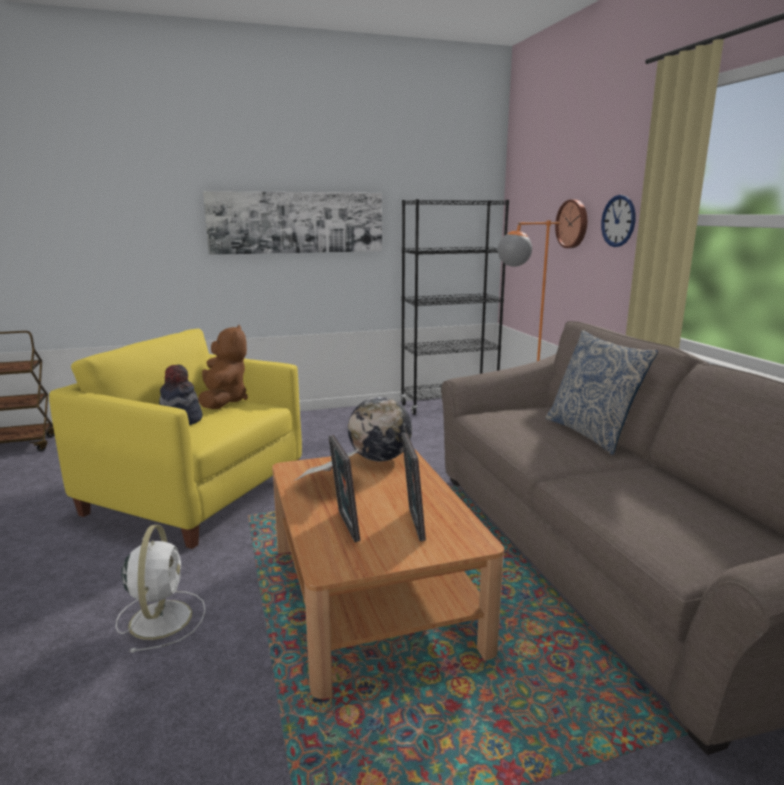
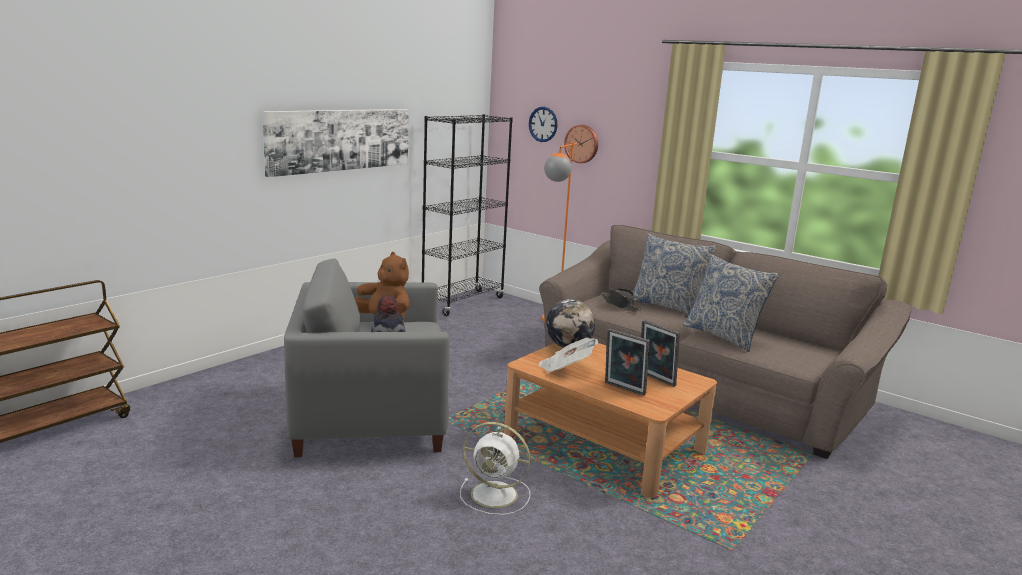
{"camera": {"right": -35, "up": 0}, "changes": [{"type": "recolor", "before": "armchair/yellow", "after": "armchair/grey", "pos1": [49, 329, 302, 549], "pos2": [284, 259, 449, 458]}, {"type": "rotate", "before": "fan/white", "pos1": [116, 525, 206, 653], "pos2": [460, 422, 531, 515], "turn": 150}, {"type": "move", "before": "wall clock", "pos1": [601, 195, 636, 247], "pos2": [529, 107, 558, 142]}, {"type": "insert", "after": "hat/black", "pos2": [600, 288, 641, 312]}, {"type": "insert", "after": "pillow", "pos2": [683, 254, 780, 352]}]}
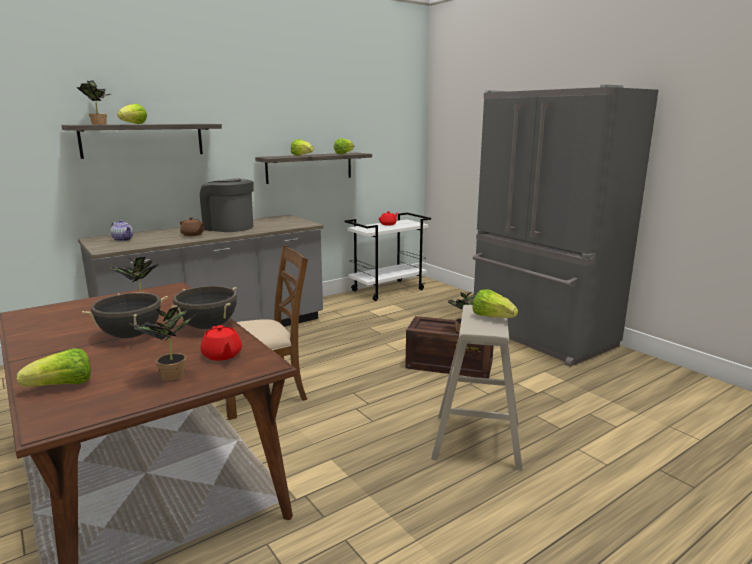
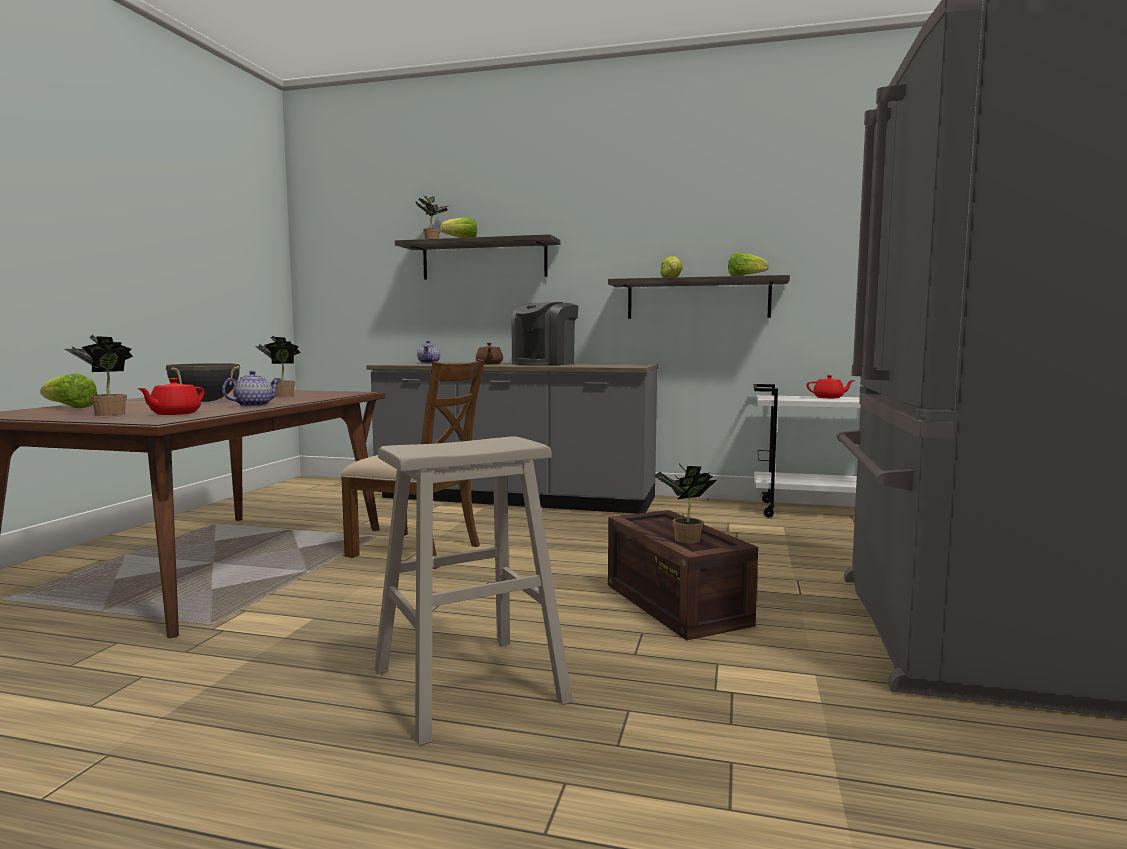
{"camera": {"right": 50, "up": -10}, "changes": [{"type": "replace", "before": "cooking pot/black", "after": "teapot", "pos1": [171, 286, 237, 329], "pos2": [222, 371, 281, 407]}, {"type": "rotate", "before": "coffee machine", "pos1": [200, 178, 254, 232], "pos2": [511, 302, 578, 365], "turn": -135}, {"type": "delete", "before": "lettuce", "pos1": [472, 289, 518, 318]}]}
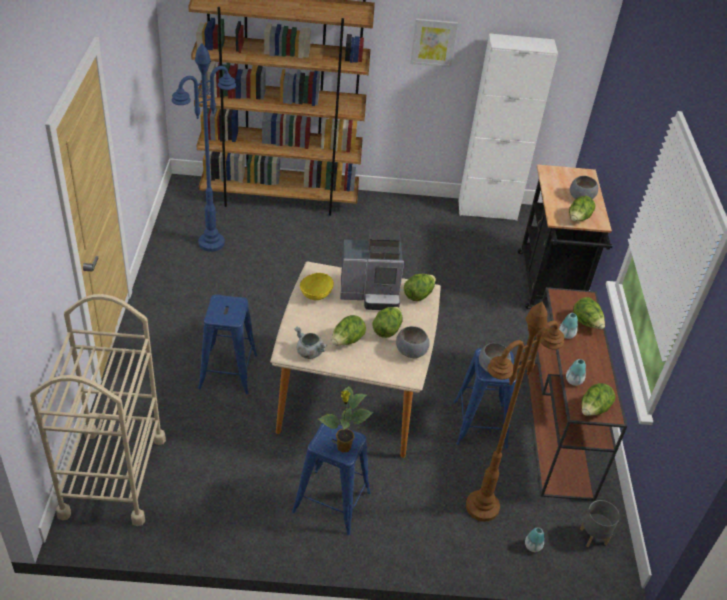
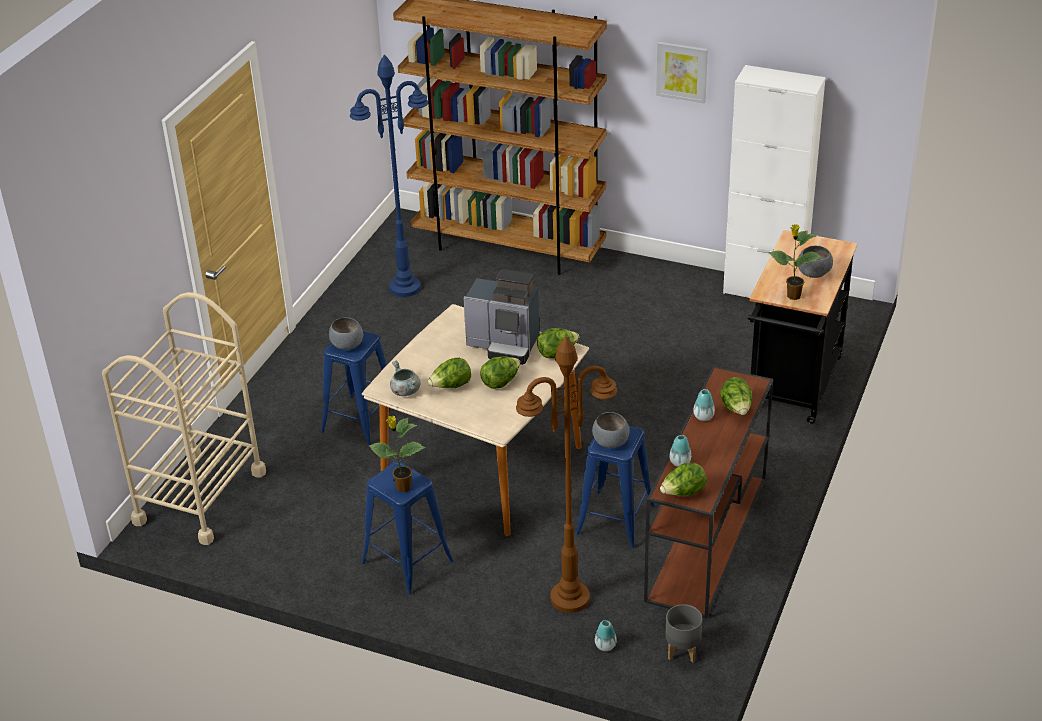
{"camera": {"right": 25, "up": -5}, "changes": [{"type": "move", "before": "bowl/grey", "pos1": [396, 326, 430, 358], "pos2": [329, 317, 363, 350]}, {"type": "replace", "before": "lettuce", "after": "potted plant", "pos1": [569, 196, 595, 221], "pos2": [768, 224, 822, 300]}, {"type": "delete", "before": "bowl/yellow", "pos1": [300, 273, 334, 300]}]}
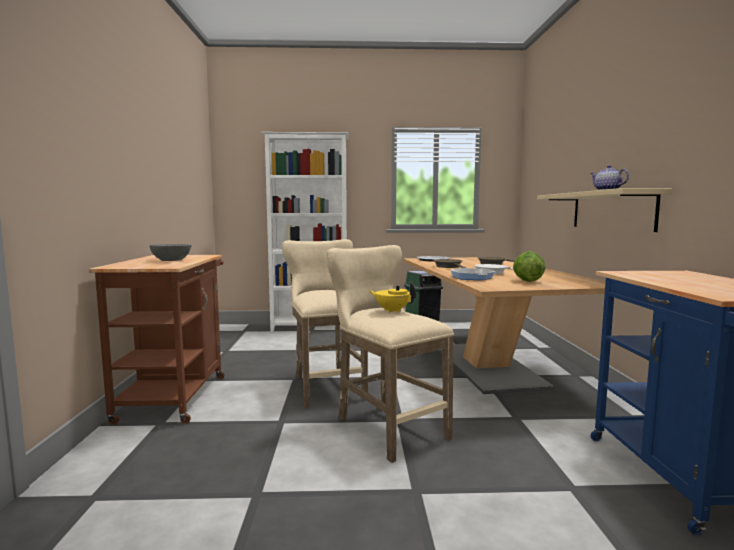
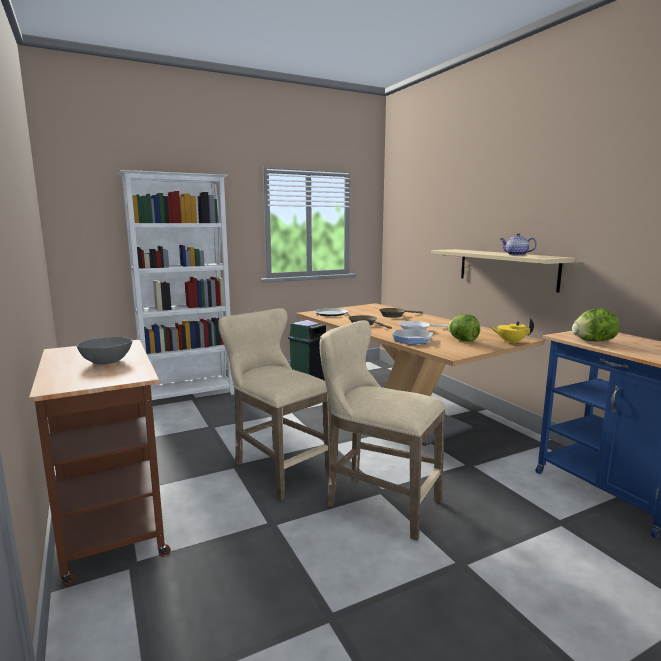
{"camera": {"right": -25, "up": 5}, "changes": [{"type": "move", "before": "teapot/yellow", "pos1": [369, 282, 416, 313], "pos2": [490, 318, 534, 344]}, {"type": "insert", "after": "lettuce", "pos2": [572, 308, 620, 341]}]}
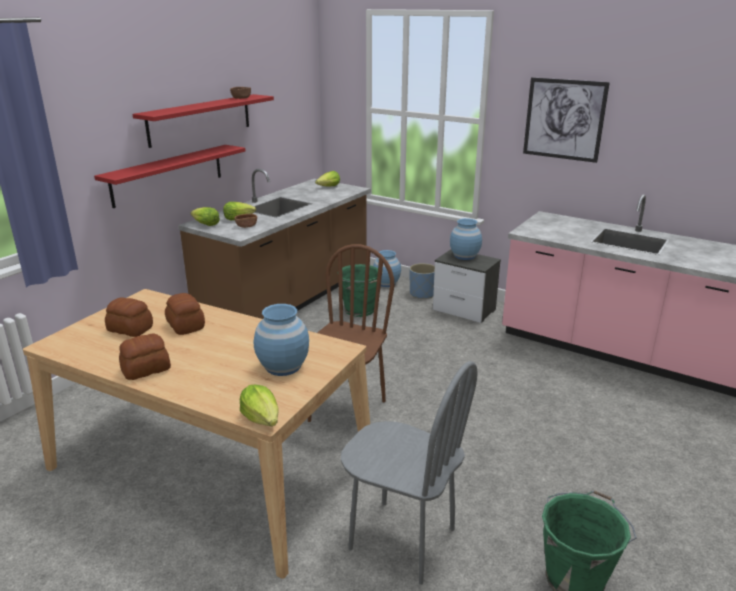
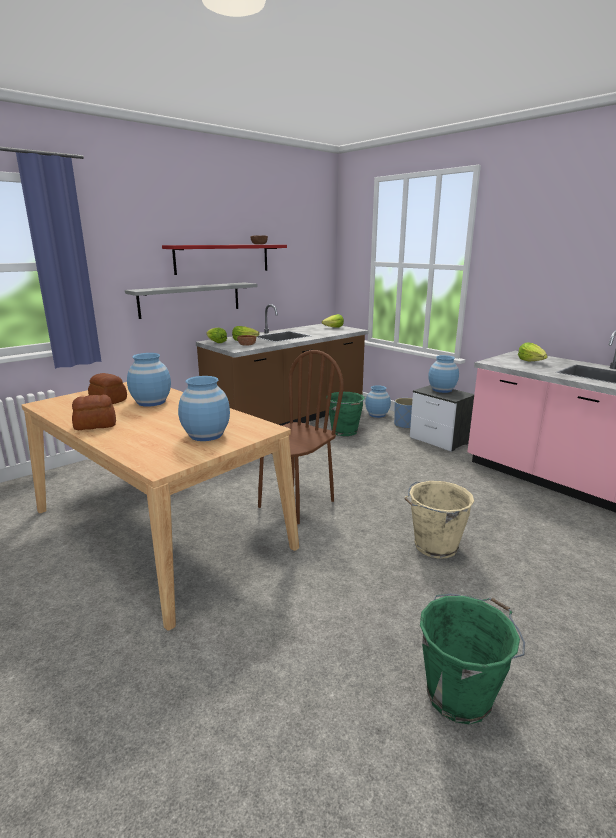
{"camera": {"right": 15, "up": -5}, "changes": [{"type": "recolor", "before": "shelf/red", "after": "shelf/grey", "pos1": [94, 145, 246, 208], "pos2": [125, 282, 258, 319]}, {"type": "replace", "before": "bread", "after": "vase/blue", "pos1": [165, 293, 205, 335], "pos2": [127, 353, 171, 407]}, {"type": "insert", "after": "bucket/beige", "pos2": [404, 481, 474, 559]}, {"type": "move", "before": "lettuce", "pos1": [240, 385, 279, 426], "pos2": [518, 342, 547, 361]}, {"type": "delete", "before": "chair/grey", "pos1": [341, 361, 478, 585]}, {"type": "delete", "before": "picture", "pos1": [523, 77, 610, 163]}]}
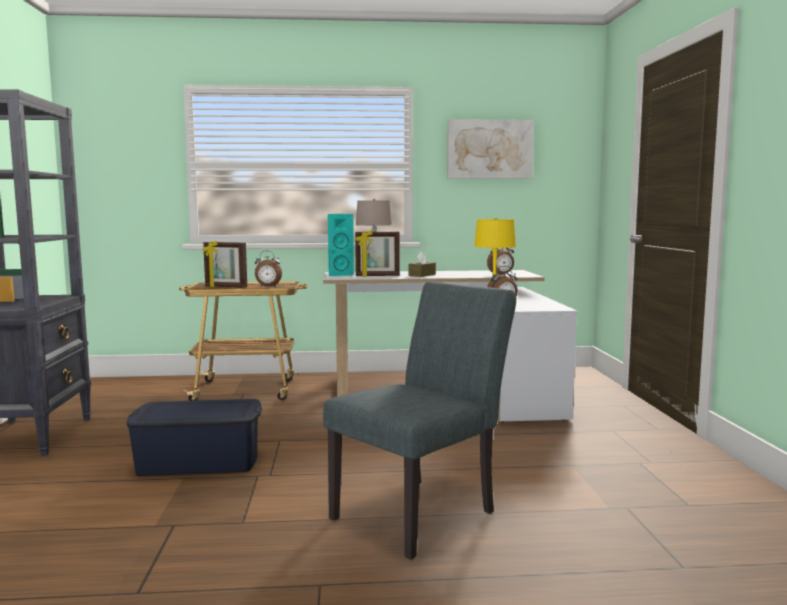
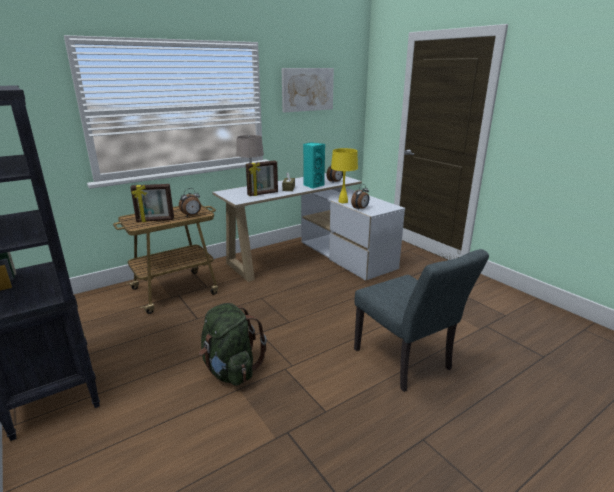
{"camera": {"right": -30, "up": 15}, "changes": [{"type": "replace", "before": "storage box/blue", "after": "backpack/green", "pos1": [127, 399, 262, 476], "pos2": [199, 303, 267, 386]}, {"type": "move", "before": "speaker/turquoise", "pos1": [328, 214, 354, 276], "pos2": [303, 143, 325, 189]}, {"type": "rotate", "before": "chair/grey", "pos1": [323, 281, 516, 560], "pos2": [354, 249, 489, 392], "turn": 135}]}
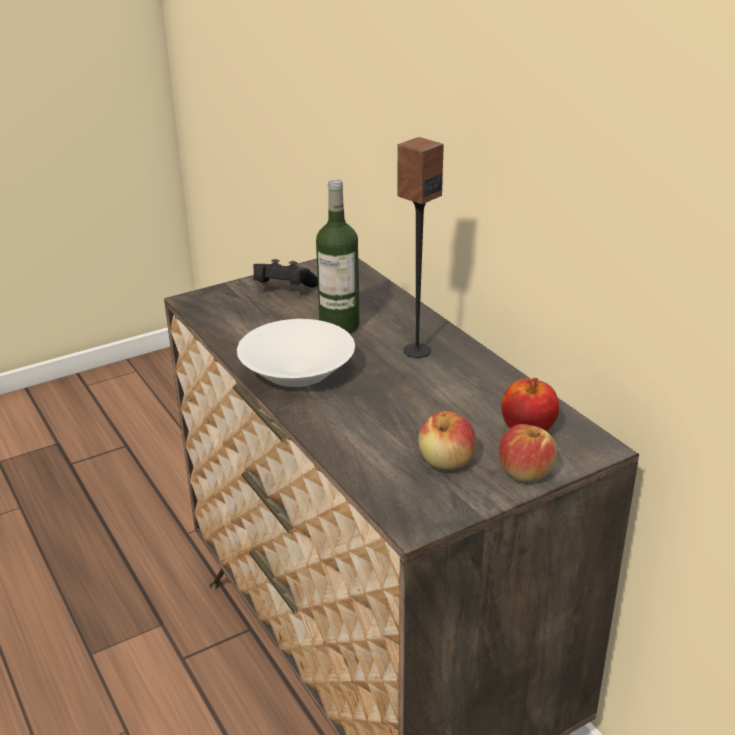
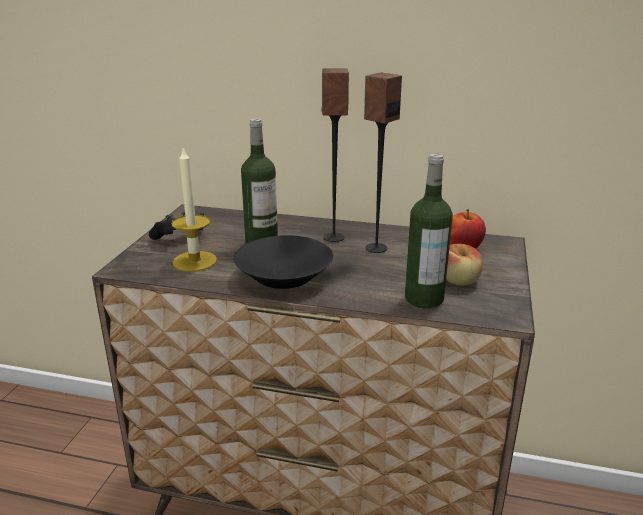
{"camera": {"right": -45, "up": -5}, "changes": [{"type": "insert", "after": "candle", "pos2": [171, 147, 217, 272]}, {"type": "recolor", "before": "bowl/white", "after": "bowl/black", "pos1": [237, 319, 355, 387], "pos2": [234, 235, 333, 289]}, {"type": "insert", "after": "speaker", "pos2": [364, 72, 402, 253]}, {"type": "insert", "after": "bottle", "pos2": [405, 154, 453, 308]}, {"type": "delete", "before": "apple", "pos1": [499, 424, 557, 482]}]}
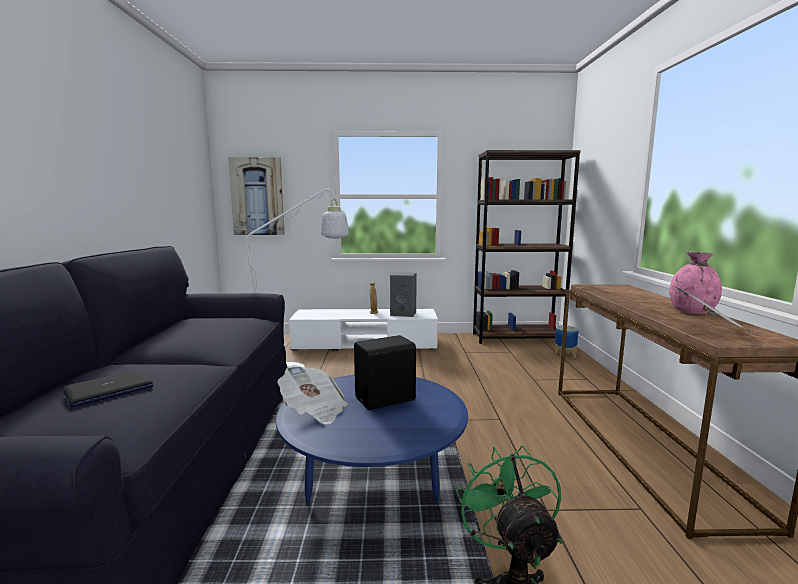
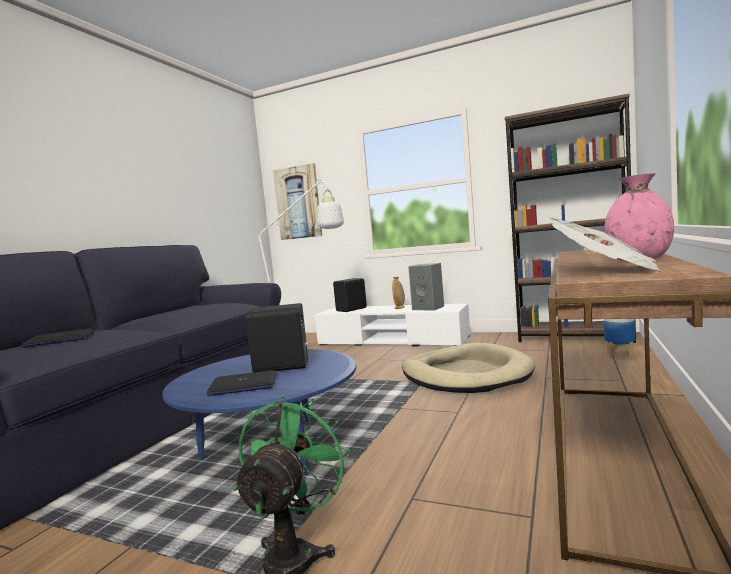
{"camera": {"right": 25, "up": -5}, "changes": [{"type": "insert", "after": "laptop", "pos2": [207, 370, 276, 396]}, {"type": "insert", "after": "speaker/black", "pos2": [333, 278, 367, 312]}, {"type": "insert", "after": "dog bed/beige", "pos2": [402, 343, 535, 393]}, {"type": "delete", "before": "newspaper", "pos1": [277, 365, 348, 424]}]}
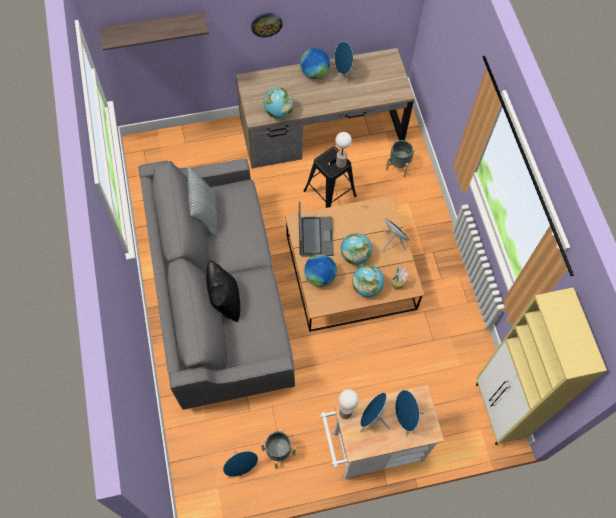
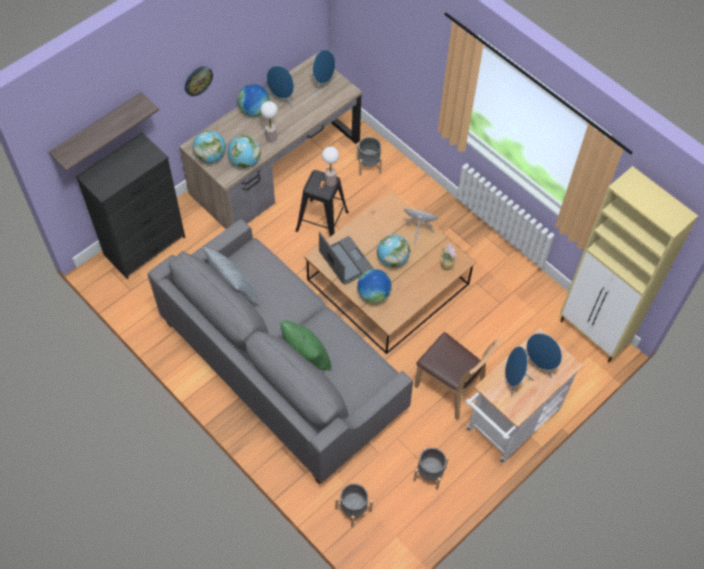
{"camera": {"right": -30, "up": -5}, "changes": [{"type": "insert", "after": "dresser/black", "pos2": [76, 132, 186, 280]}, {"type": "move", "before": "globe", "pos1": [352, 265, 384, 297], "pos2": [193, 130, 226, 163]}, {"type": "move", "before": "table lamp", "pos1": [339, 389, 359, 419], "pos2": [261, 101, 278, 143]}, {"type": "recolor", "before": "pillow/black", "after": "pillow/green", "pos1": [206, 260, 240, 323], "pos2": [281, 320, 331, 371]}, {"type": "move", "before": "speaker/blue", "pos1": [223, 451, 258, 478], "pos2": [309, 50, 335, 95]}, {"type": "insert", "after": "planter/grey", "pos2": [335, 482, 373, 528]}, {"type": "insert", "after": "chair/brown", "pos2": [414, 332, 500, 420]}]}
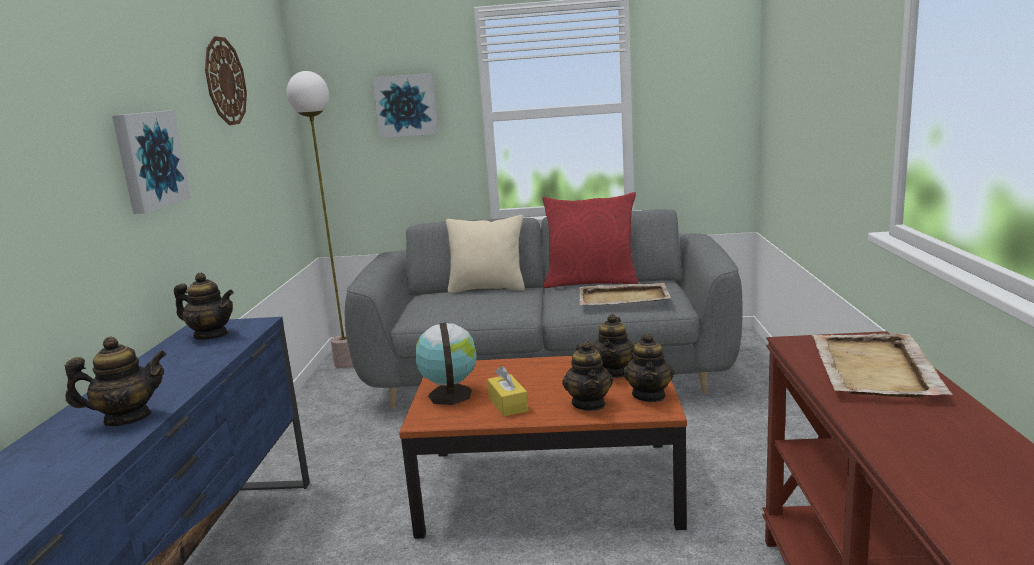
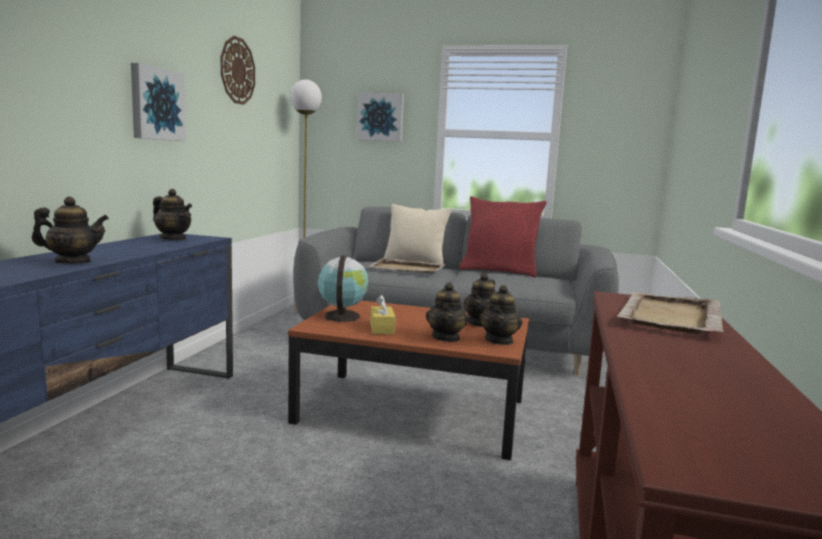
{"camera": {"right": 10, "up": -5}, "changes": [{"type": "move", "before": "tray/beige", "pos1": [579, 283, 671, 305], "pos2": [368, 258, 446, 273]}]}
